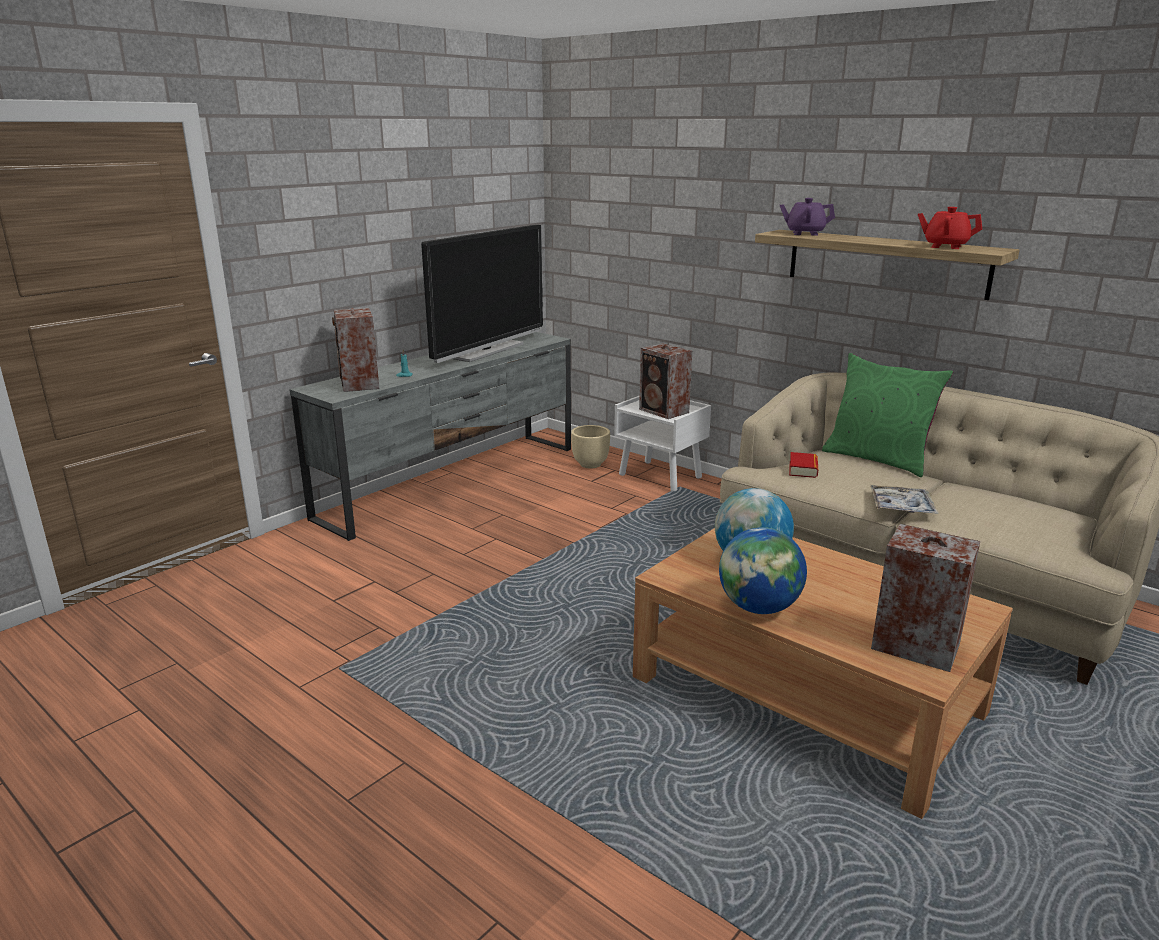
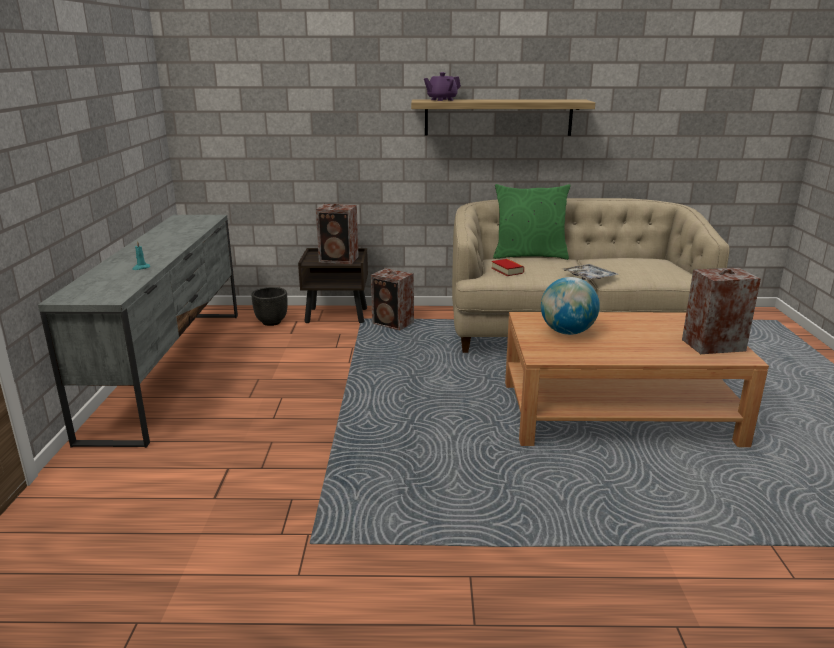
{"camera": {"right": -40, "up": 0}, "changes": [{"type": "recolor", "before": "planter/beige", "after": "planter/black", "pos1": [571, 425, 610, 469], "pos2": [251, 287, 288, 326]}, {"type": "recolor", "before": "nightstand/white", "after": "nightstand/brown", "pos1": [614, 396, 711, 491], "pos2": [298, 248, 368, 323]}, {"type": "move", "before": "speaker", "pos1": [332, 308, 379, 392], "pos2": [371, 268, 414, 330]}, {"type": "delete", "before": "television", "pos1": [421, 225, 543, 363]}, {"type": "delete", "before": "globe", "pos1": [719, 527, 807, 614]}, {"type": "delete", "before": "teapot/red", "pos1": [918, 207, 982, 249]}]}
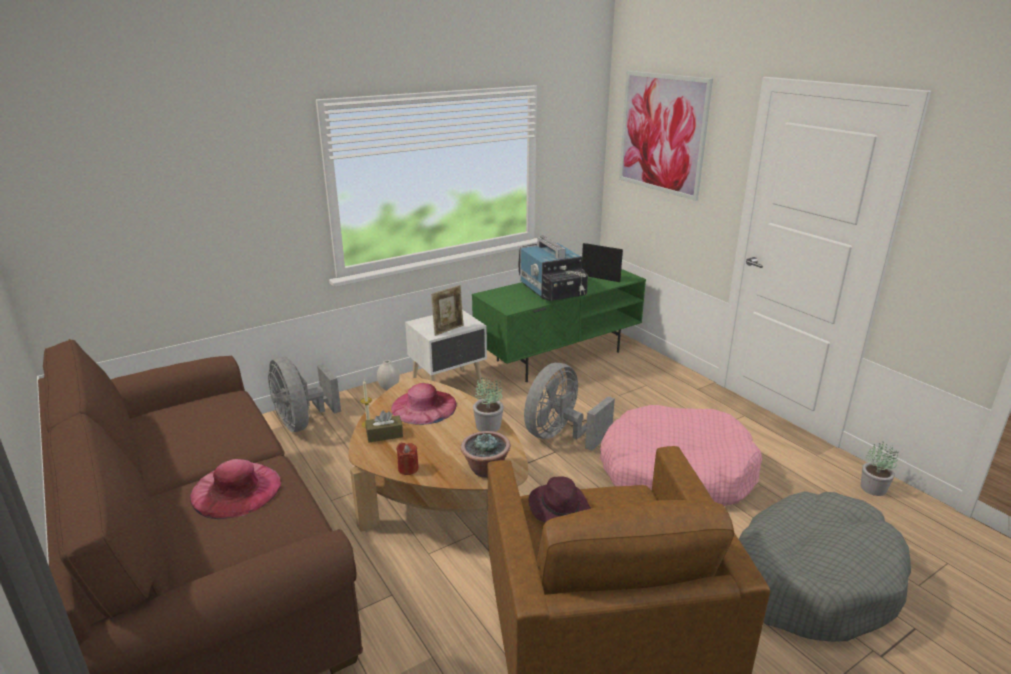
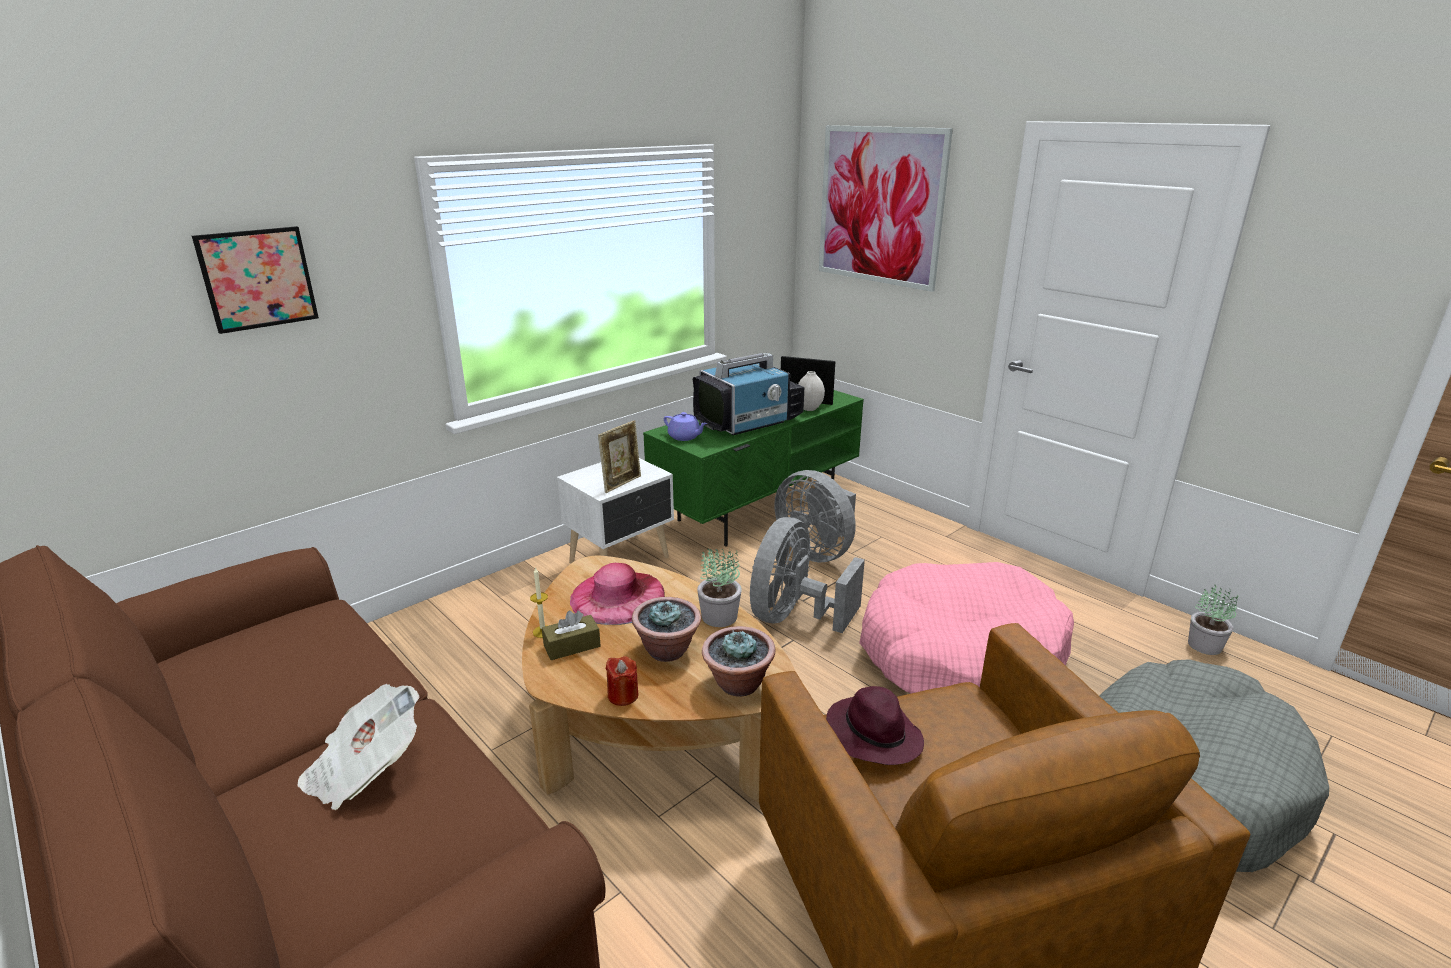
{"camera": {"right": -10, "up": 0}, "changes": [{"type": "insert", "after": "picture", "pos2": [192, 226, 319, 334]}, {"type": "replace", "before": "hat/pink", "after": "newspaper", "pos1": [190, 459, 281, 519], "pos2": [297, 684, 420, 810]}, {"type": "insert", "after": "potted plant", "pos2": [632, 597, 701, 662]}, {"type": "insert", "after": "teapot/purple", "pos2": [664, 412, 707, 441]}, {"type": "rotate", "before": "television", "pos1": [519, 235, 588, 301], "pos2": [693, 353, 804, 435], "turn": -90}, {"type": "move", "before": "fan/grey", "pos1": [268, 357, 341, 432], "pos2": [774, 470, 856, 562]}, {"type": "move", "before": "vase/white", "pos1": [377, 360, 400, 390], "pos2": [798, 371, 825, 411]}]}
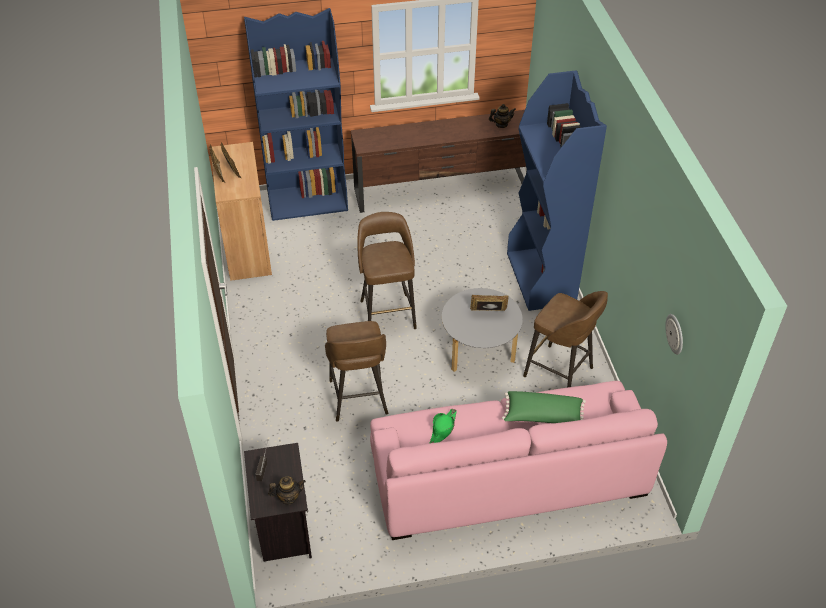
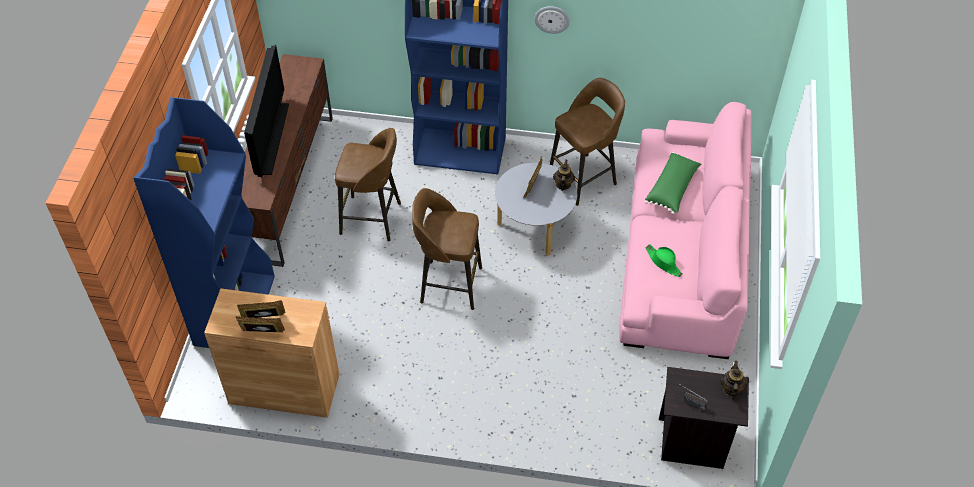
{"camera": {"right": -70, "up": 5}, "changes": [{"type": "insert", "after": "television", "pos2": [244, 45, 289, 178]}, {"type": "move", "before": "stool/brown", "pos1": [325, 321, 388, 421], "pos2": [335, 128, 401, 241]}, {"type": "move", "before": "wall clock", "pos1": [665, 314, 683, 355], "pos2": [534, 6, 570, 34]}, {"type": "move", "before": "teapot", "pos1": [489, 104, 516, 128], "pos2": [553, 160, 575, 191]}]}
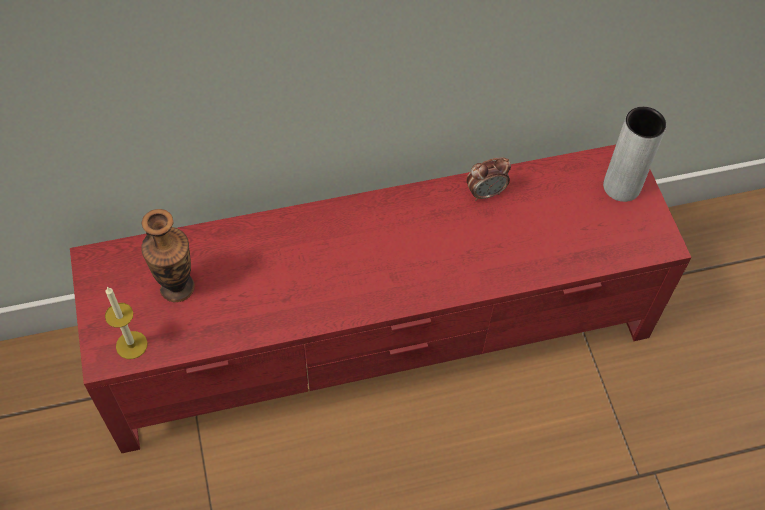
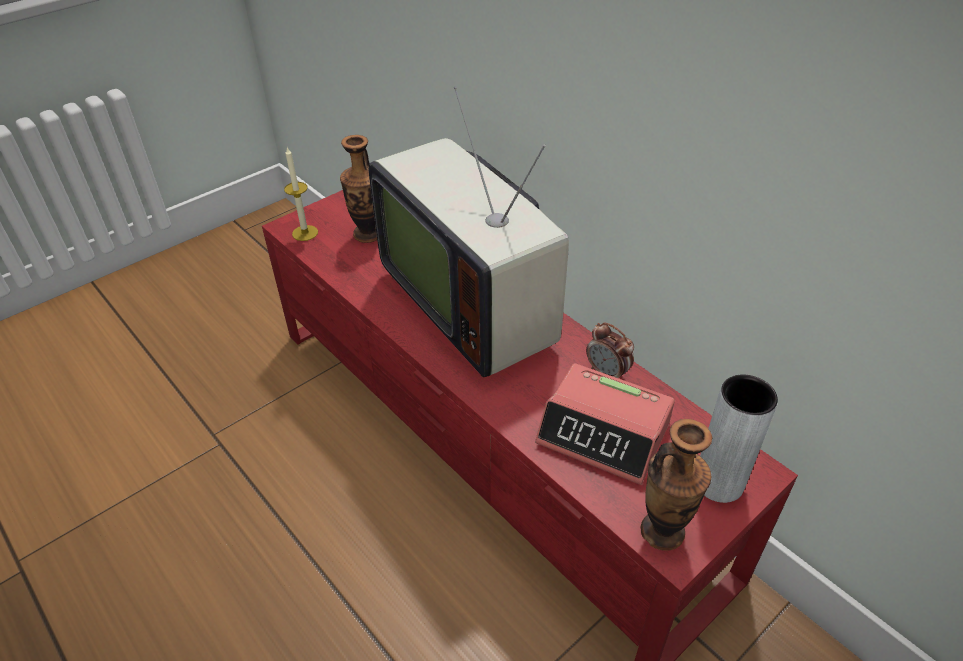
{"camera": {"right": 65, "up": -15}, "changes": [{"type": "insert", "after": "television", "pos2": [368, 87, 569, 377]}, {"type": "insert", "after": "alarm clock", "pos2": [535, 363, 675, 485]}, {"type": "insert", "after": "vase", "pos2": [641, 419, 712, 551]}]}
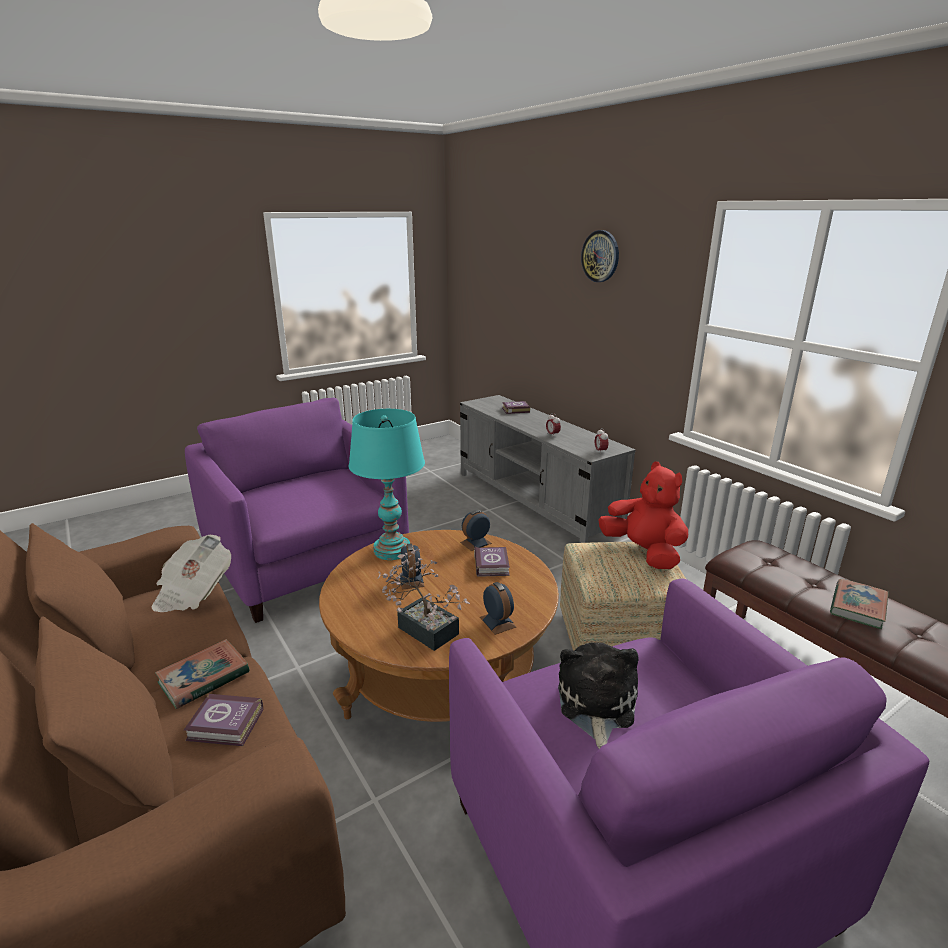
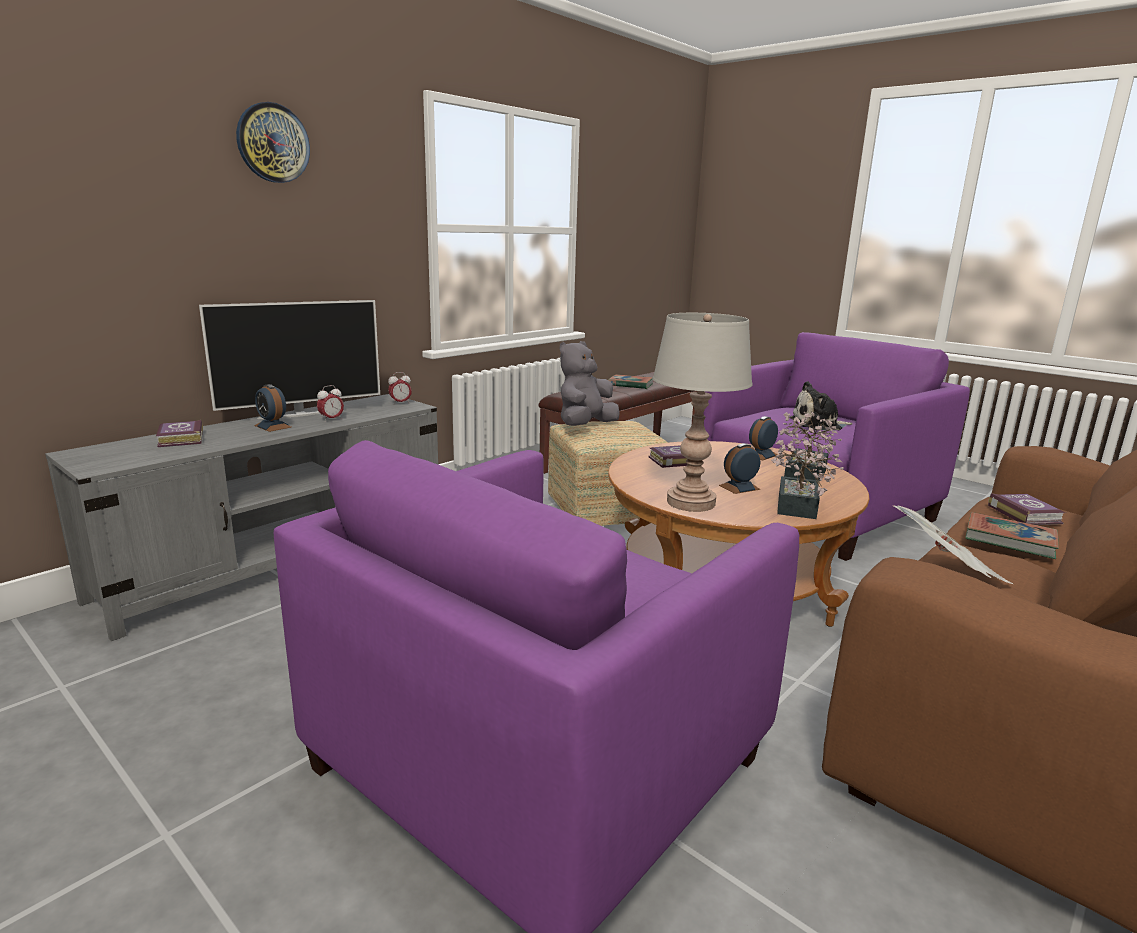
{"camera": {"right": -105, "up": -5}, "changes": [{"type": "insert", "after": "television", "pos2": [199, 300, 380, 419]}, {"type": "move", "before": "alarm clock", "pos1": [460, 510, 492, 551], "pos2": [255, 384, 291, 432]}, {"type": "recolor", "before": "plush toy/red", "after": "plush toy/grey", "pos1": [598, 461, 688, 569], "pos2": [560, 341, 620, 426]}, {"type": "recolor", "before": "table lamp/turquoise", "after": "table lamp/grey", "pos1": [349, 409, 425, 560], "pos2": [653, 313, 753, 512]}, {"type": "insert", "after": "potted plant", "pos2": [771, 438, 844, 519]}]}
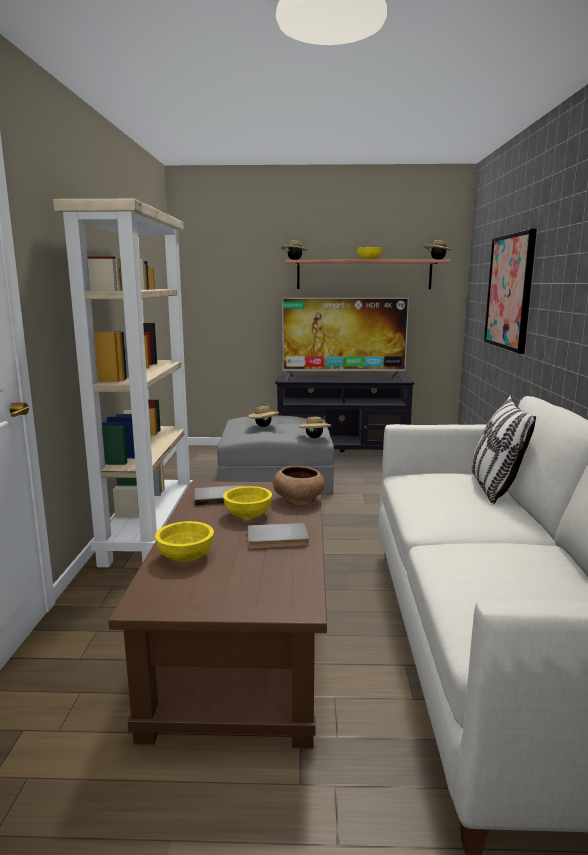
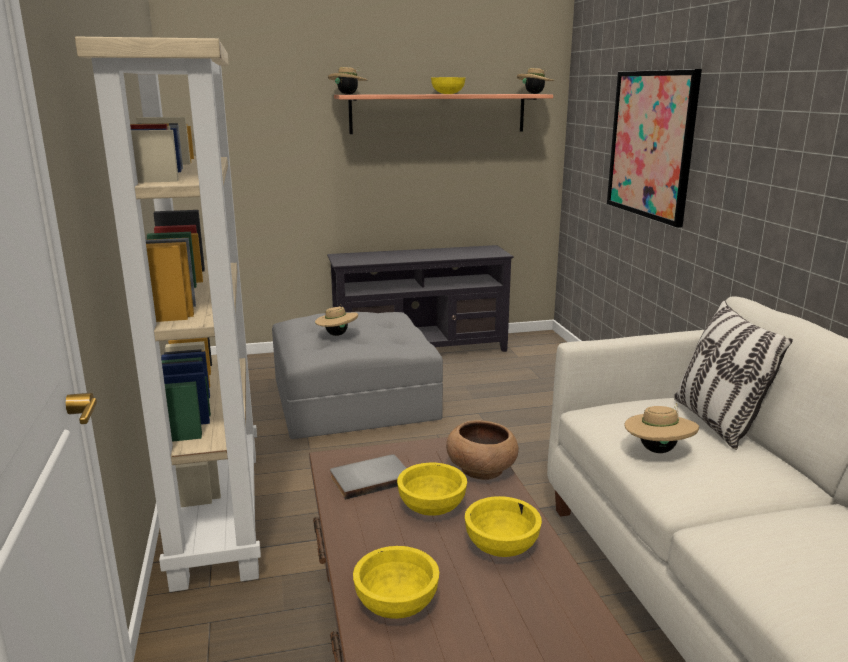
{"camera": {"right": -15, "up": 5}, "changes": [{"type": "replace", "before": "book/grey", "after": "bowl/yellow", "pos1": [248, 523, 309, 549], "pos2": [465, 496, 542, 557]}, {"type": "move", "before": "hat/beige", "pos1": [299, 417, 332, 438], "pos2": [624, 403, 699, 453]}, {"type": "delete", "before": "television", "pos1": [282, 297, 409, 381]}]}
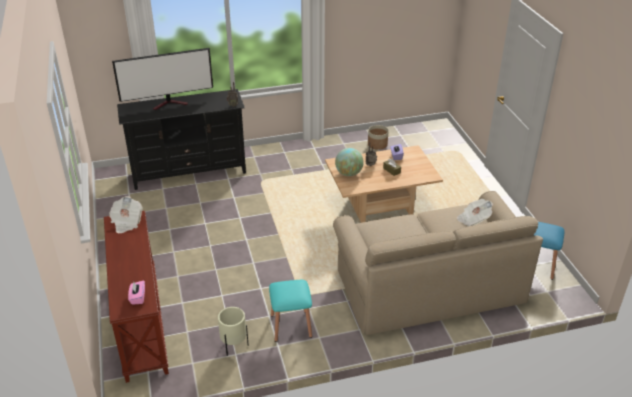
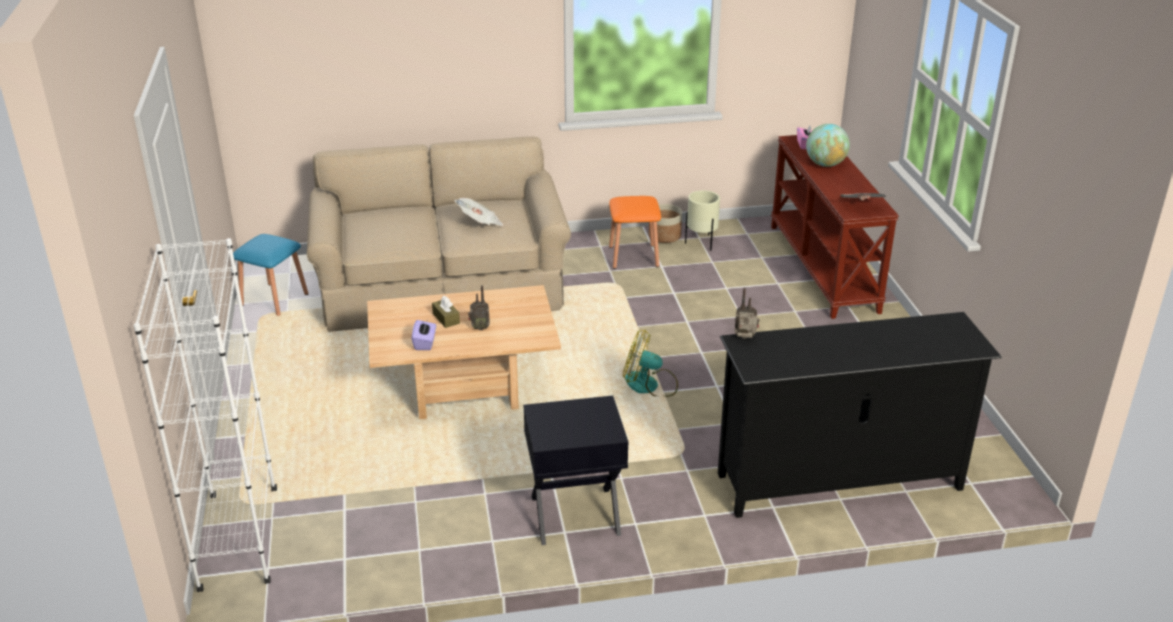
{"camera": {"right": -175, "up": -5}, "changes": [{"type": "insert", "after": "bookcase/white", "pos2": [133, 238, 277, 592]}, {"type": "move", "before": "newspaper", "pos1": [457, 199, 493, 226], "pos2": [454, 198, 504, 226]}, {"type": "insert", "after": "nightstand/black", "pos2": [523, 396, 629, 545]}, {"type": "recolor", "before": "stool/turquoise", "after": "stool/orange", "pos1": [269, 280, 312, 342], "pos2": [609, 196, 661, 269]}, {"type": "insert", "after": "fan", "pos2": [623, 330, 678, 397]}, {"type": "move", "before": "planter", "pos1": [368, 125, 389, 150], "pos2": [648, 204, 682, 243]}, {"type": "move", "before": "globe", "pos1": [335, 148, 364, 176], "pos2": [806, 124, 850, 167]}, {"type": "delete", "before": "television", "pos1": [112, 48, 213, 110]}]}
